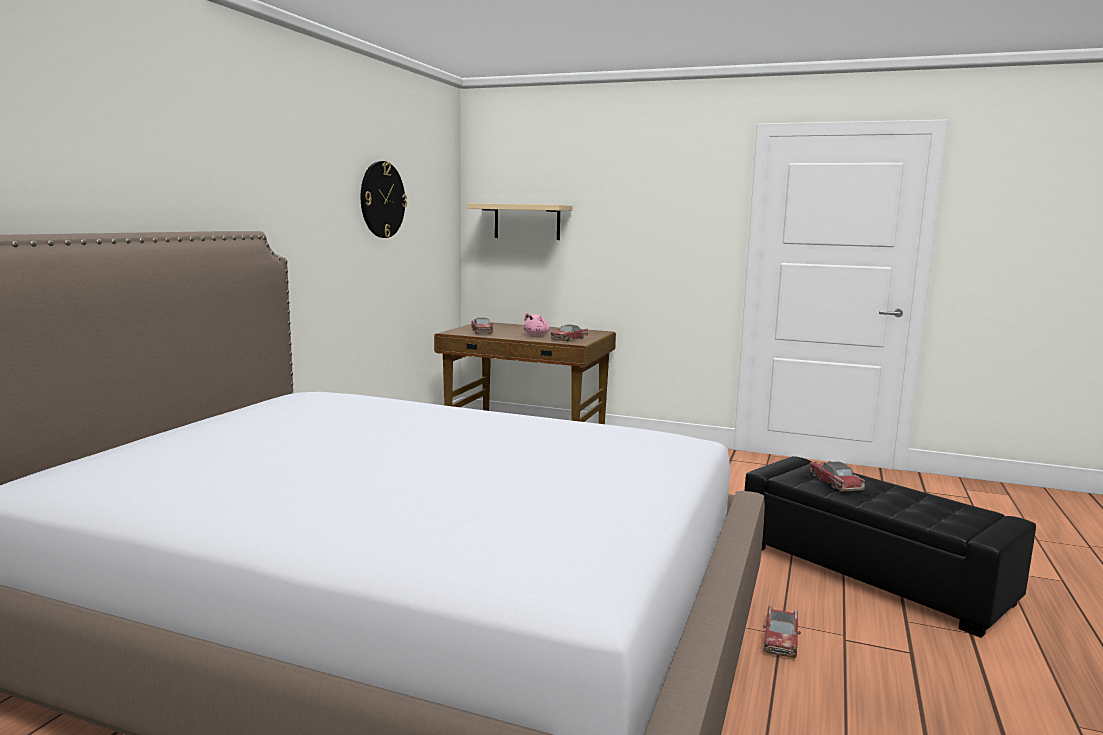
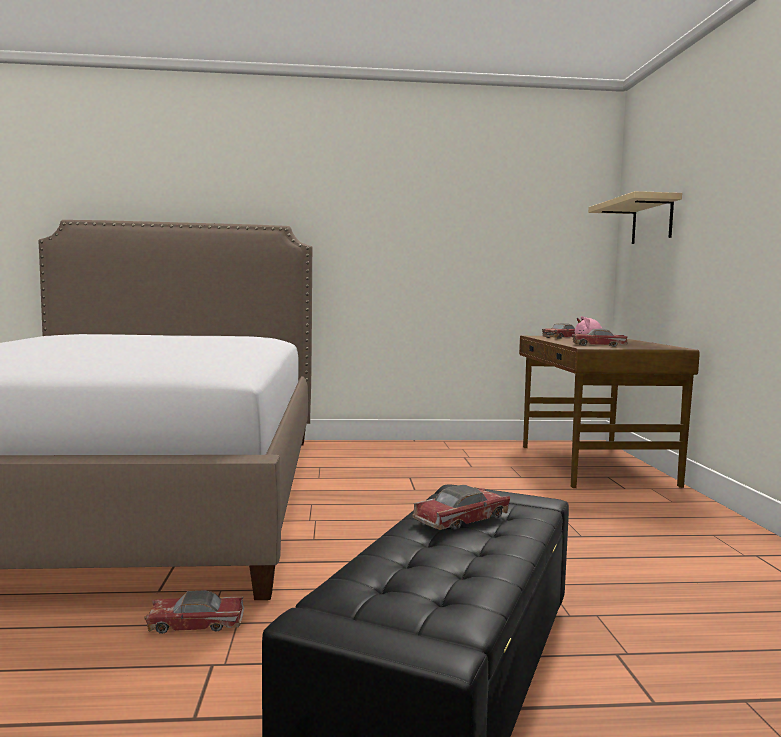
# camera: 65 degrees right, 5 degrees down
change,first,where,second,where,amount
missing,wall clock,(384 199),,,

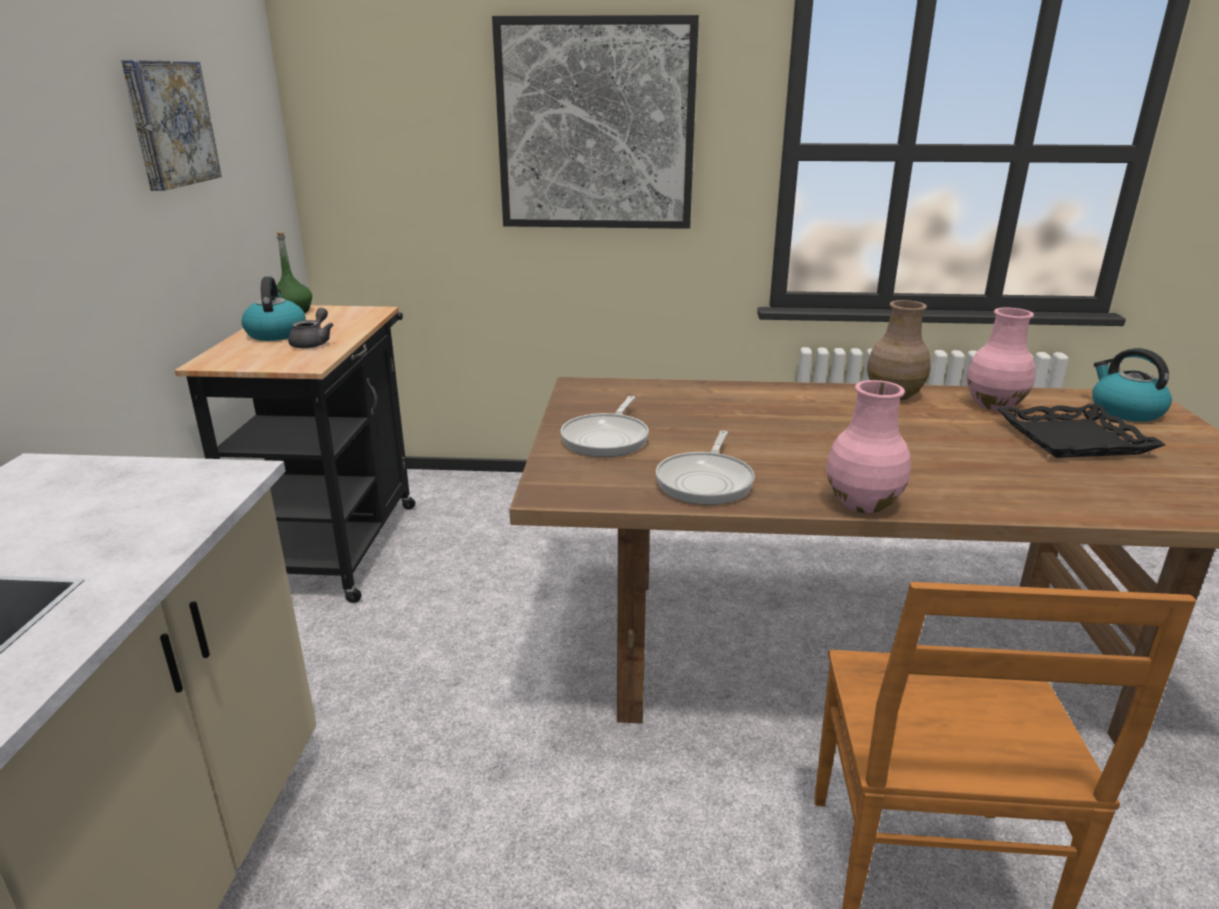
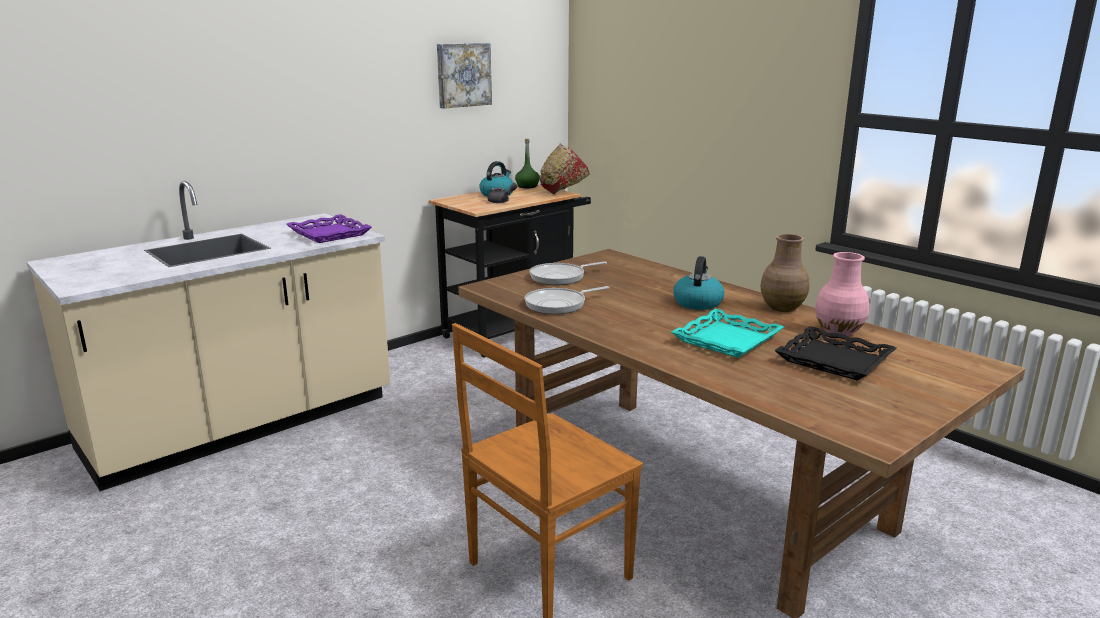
# camera: 45 degrees right, 5 degrees down
change,first,where,second,where,amount
missing,picture,(595 122),,,
missing,flower vase (pink-coloured),(868 446),,,
appeared,,,tray (purple-coloured),(329 228),
appeared,,,serving bowl (red-coloured),(565 168),
appeared,,,tray (blue-green),(727 333),
relocated,tea kettle,(1132 385),,(698 283),

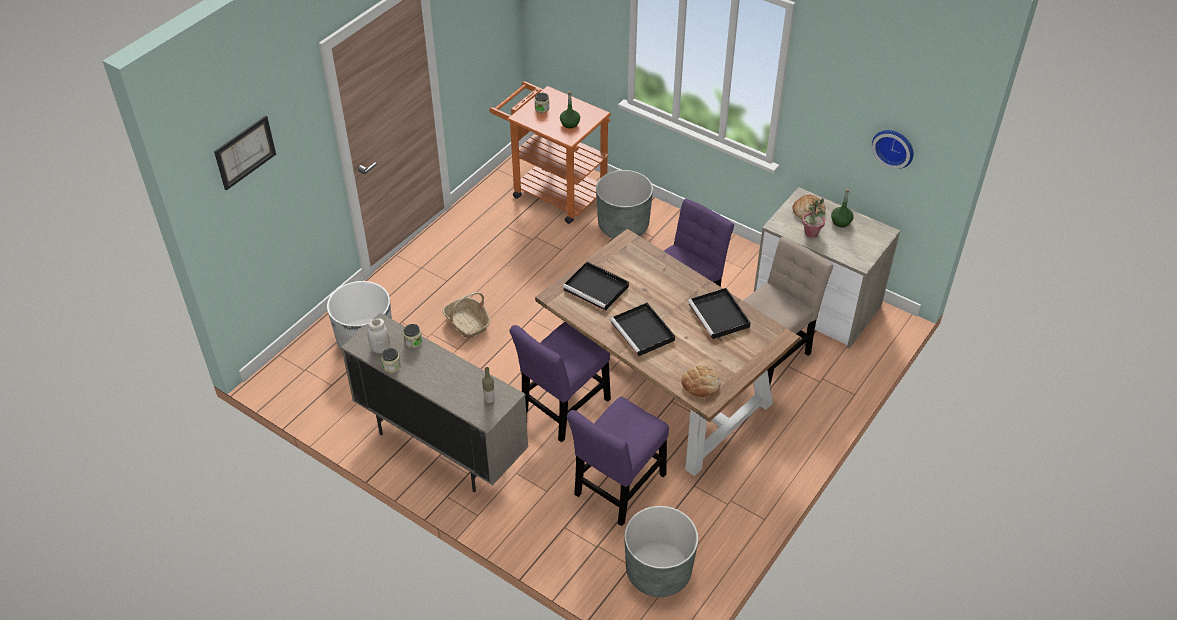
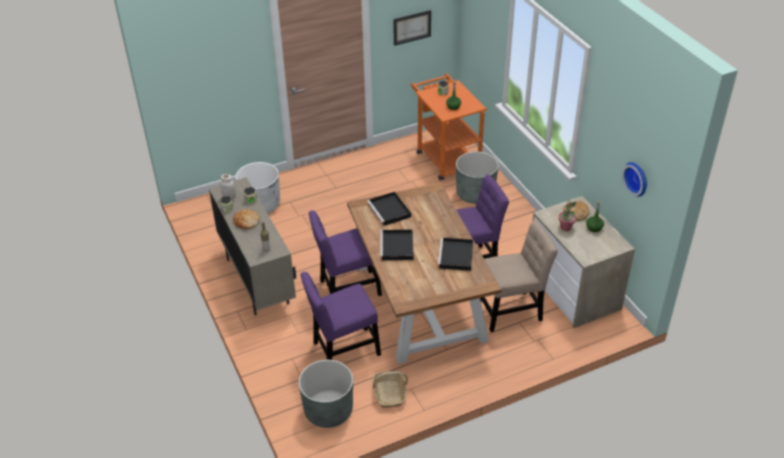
# camera: 30 degrees right, 5 degrees down
change,first,where,second,where,amount
relocated,picture,(245 153),,(412 28),
relocated,storage basket,(466 315),,(390 389),
relocated,bakery bread,(700 381),,(246 219),

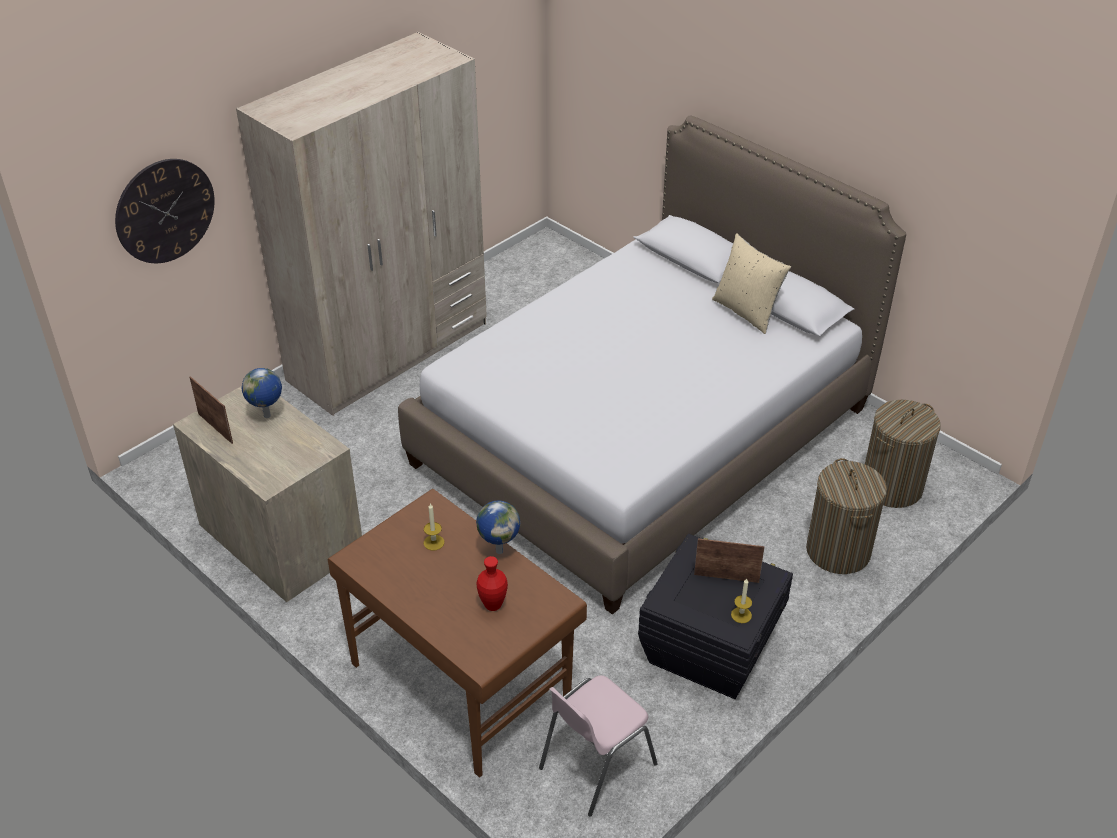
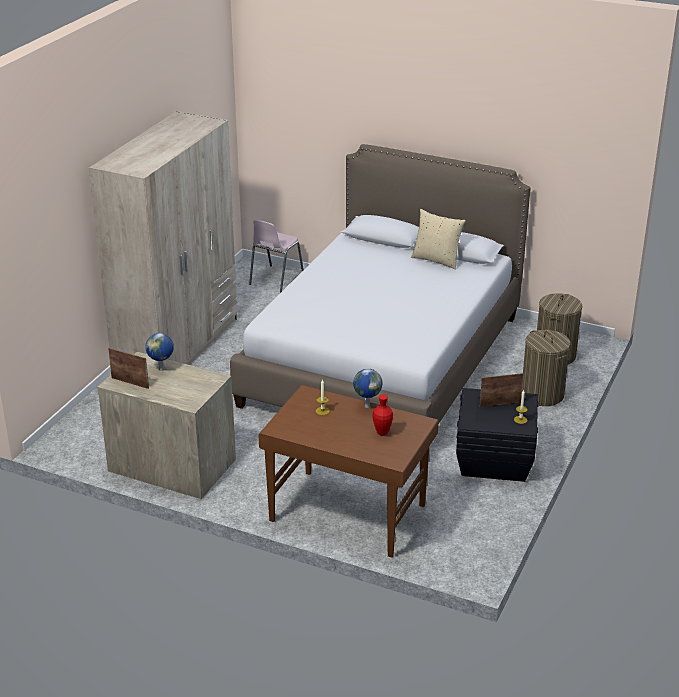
# camera: 20 degrees left, 10 degrees down
change,first,where,second,where,amount
missing,wall clock,(165 211),,,
relocated,chair (pink-coloured),(598 746),,(276 256),

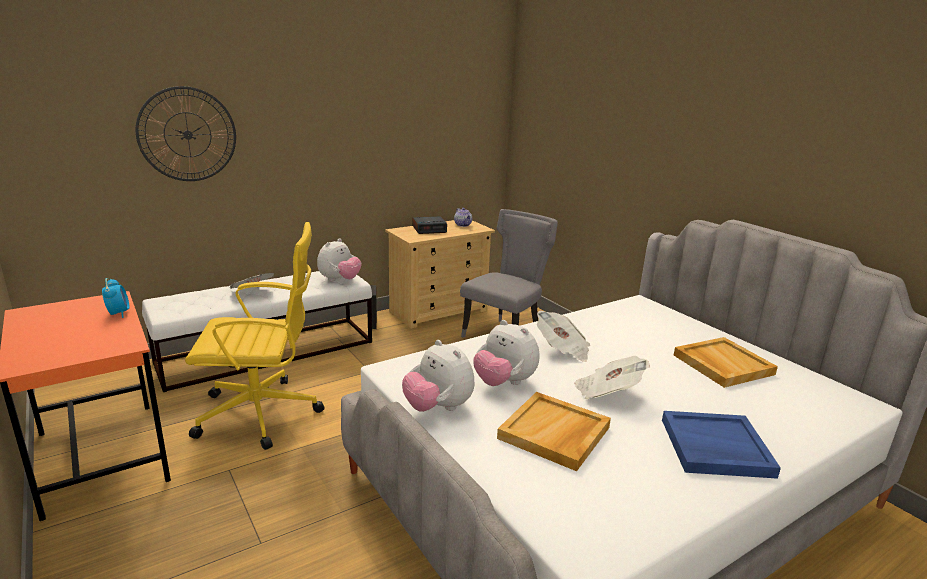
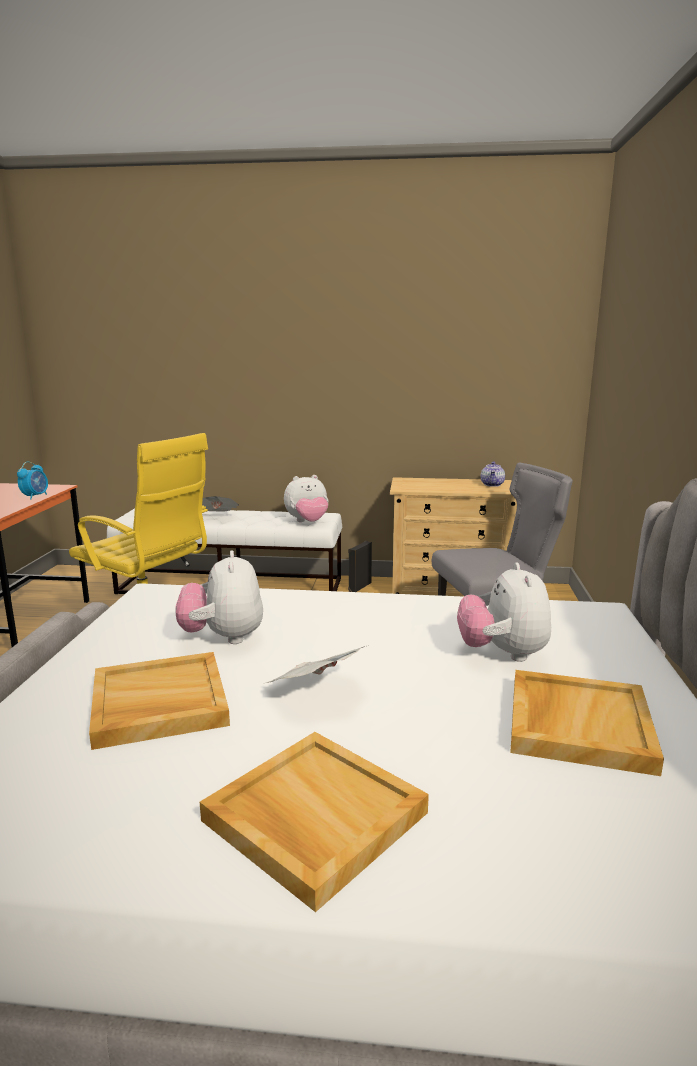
# camera: 40 degrees right, 5 degrees down
change,first,where,second,where,amount
missing,wall clock,(185 133),,,
missing,alarm clock,(429 225),,,
missing,daily paper,(563 336),,,
relocated,plush toy,(438 376),,(504 612),
colour,tray (blue),(721 445),tray (beige),(314 822),

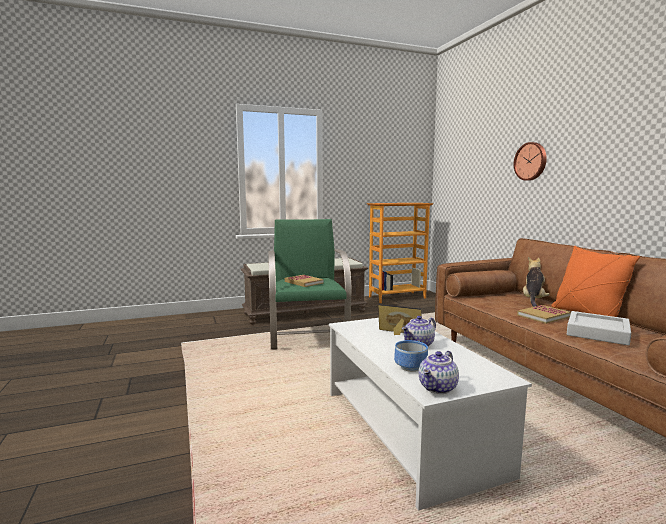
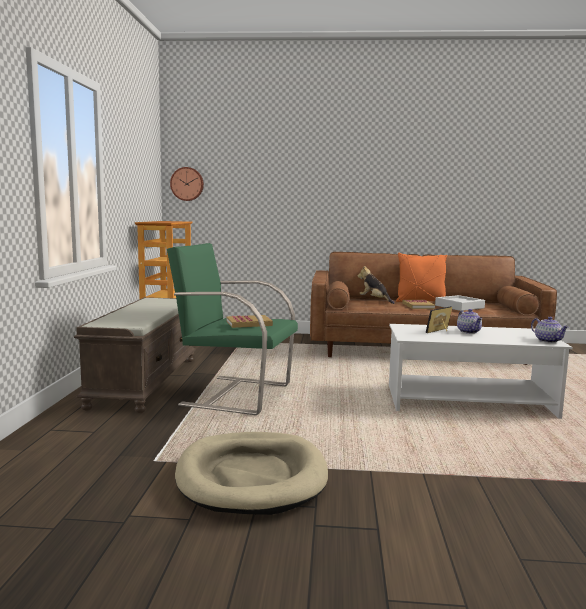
# camera: 65 degrees left, 0 degrees up
change,first,where,second,where,amount
missing,serving bowl,(411 356),,,
appeared,,,dog cushion (beige),(251 473),
relocated,wall clock,(530 161),,(187 184),

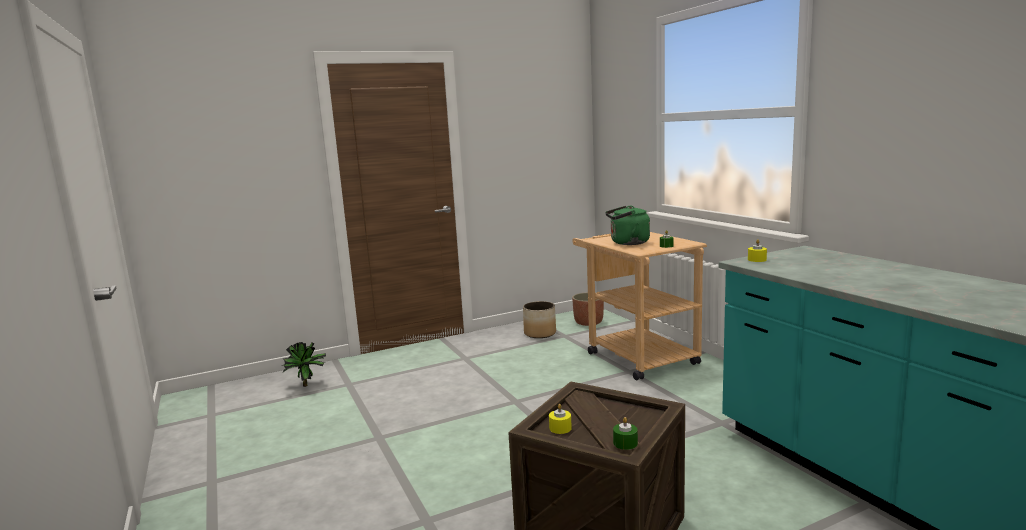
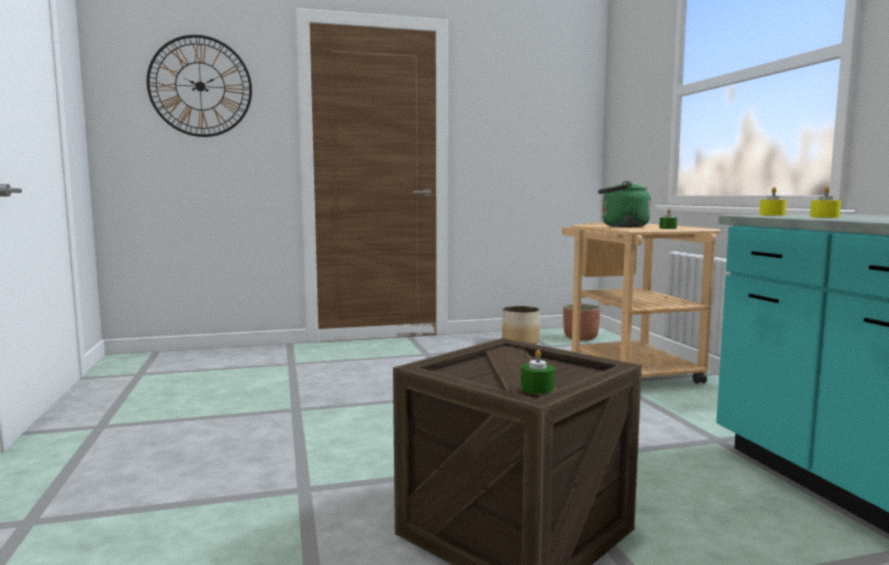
# camera: 10 degrees right, 5 degrees down
change,first,where,second,where,amount
missing,houseplant,(304 364),,,
appeared,,,wall clock,(199 86),
relocated,candle (yellow),(560 419),,(825 202),

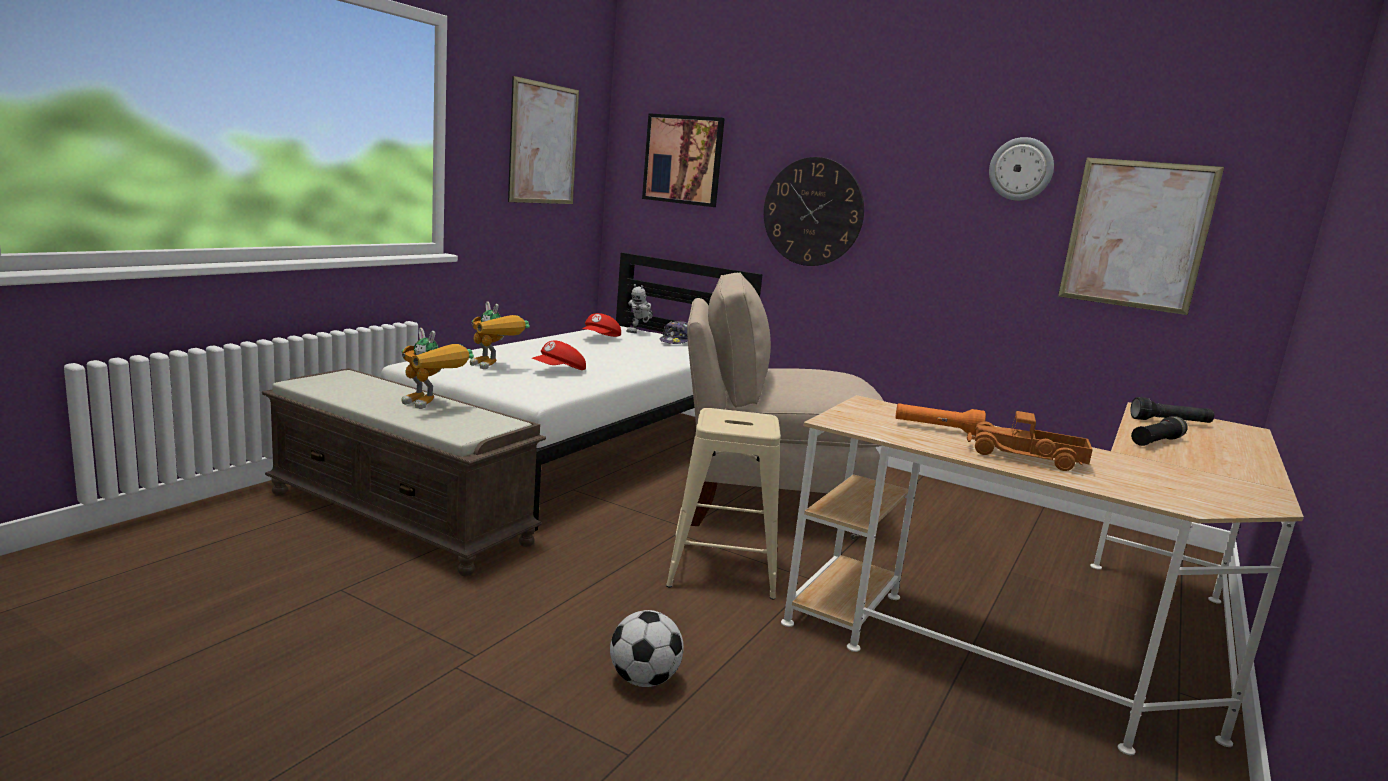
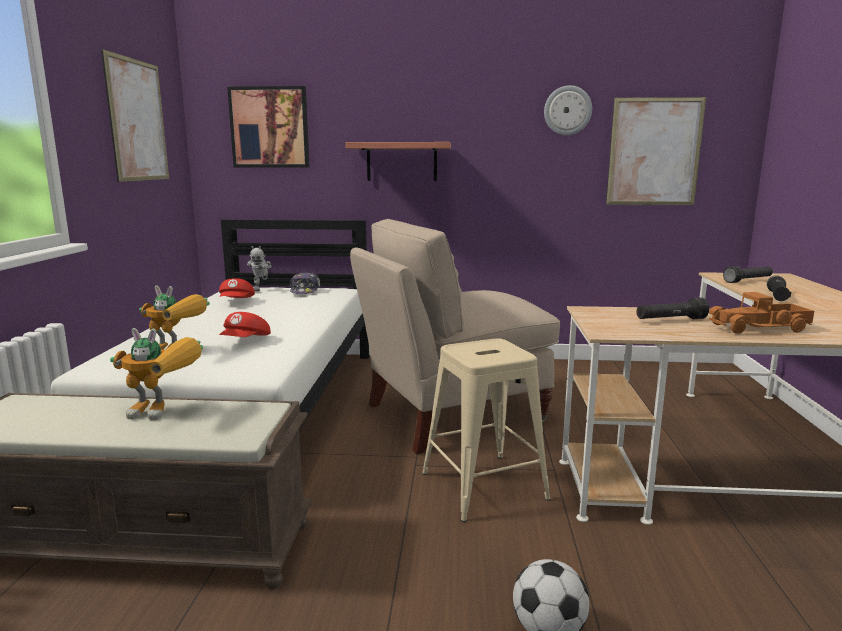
# camera: 25 degrees left, 0 degrees up
change,first,where,second,where,amount
exchanged,wall clock,(814 211),bracket shelf,(398 161),
colour,torch (orange-coloured),(940 419),torch (blackish),(672 308),

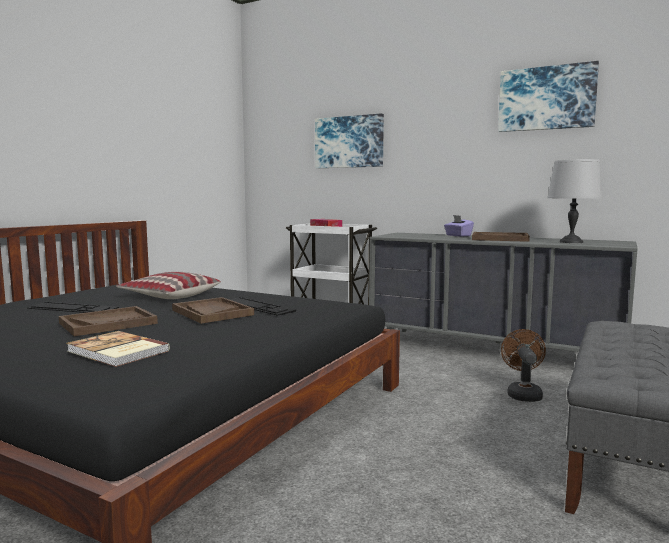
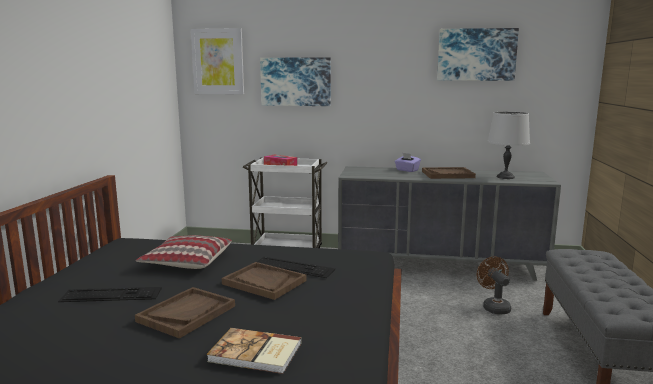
# camera: 20 degrees left, 5 degrees up
change,first,where,second,where,amount
appeared,,,picture,(217 61),

